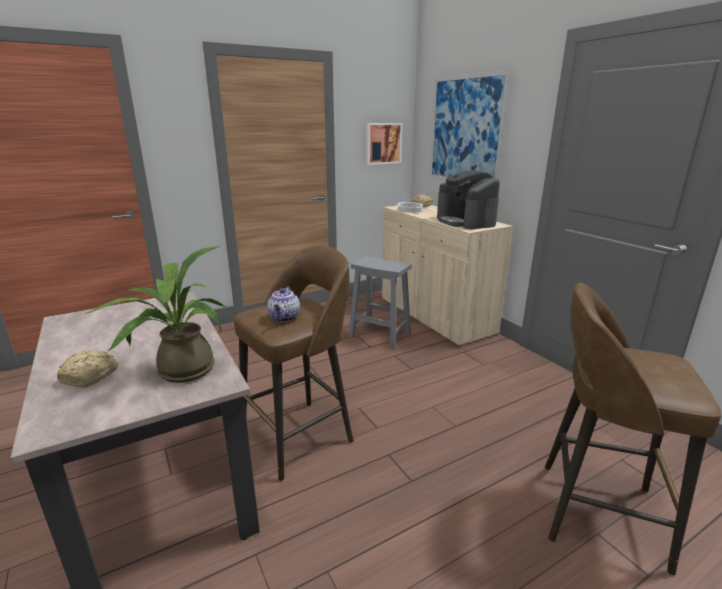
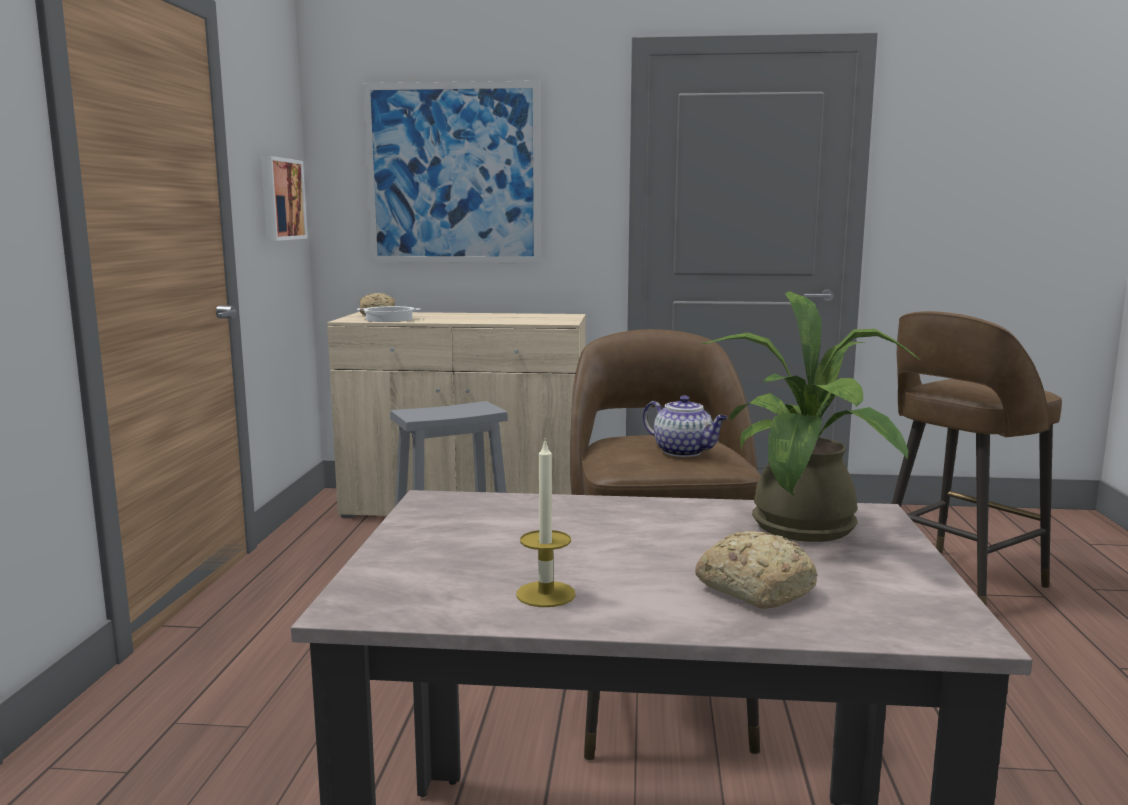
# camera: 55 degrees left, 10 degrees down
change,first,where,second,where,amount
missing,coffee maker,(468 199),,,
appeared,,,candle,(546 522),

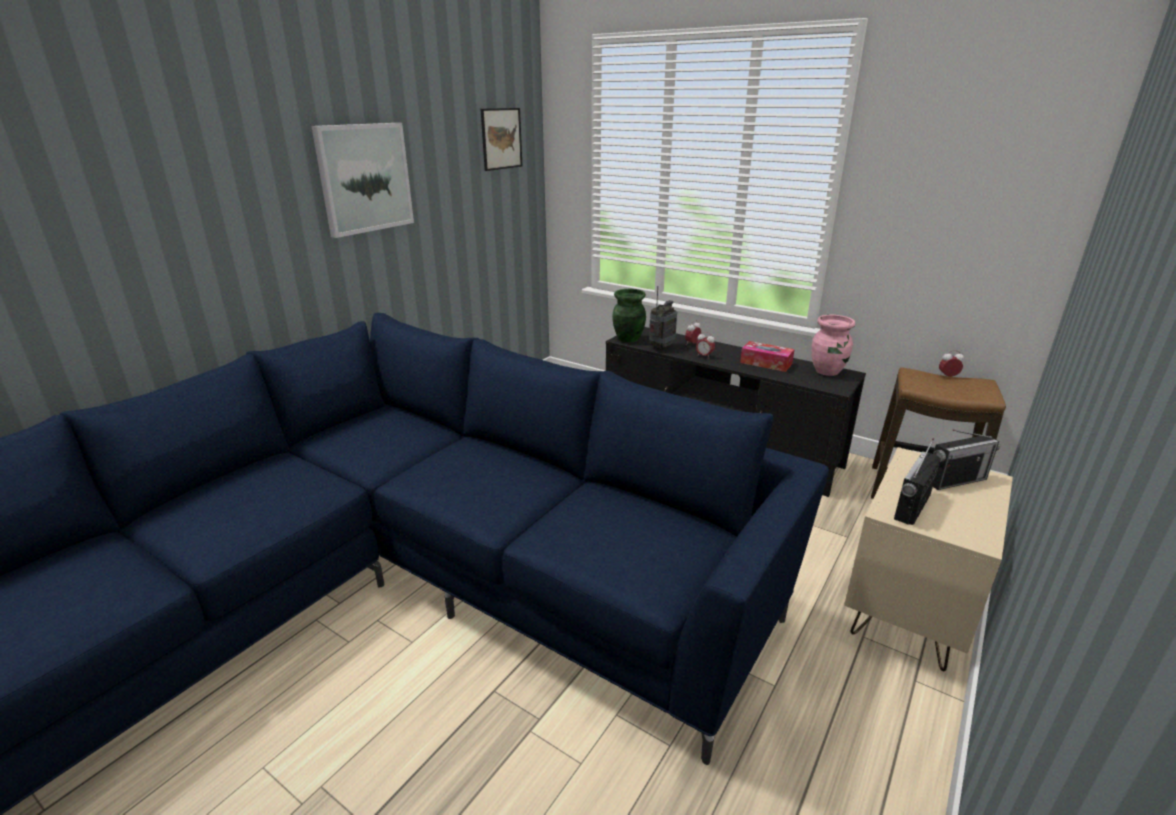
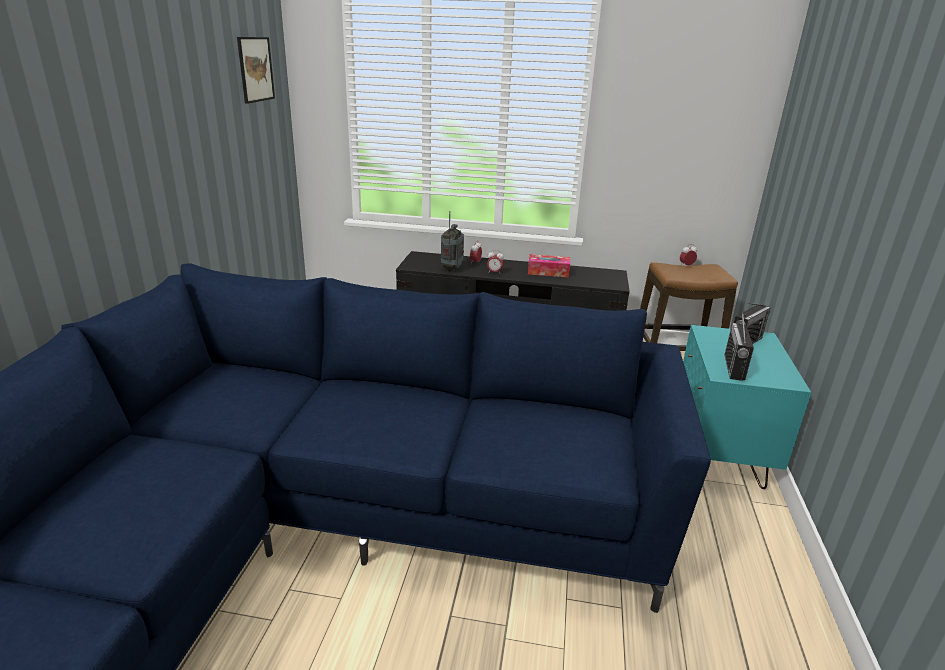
# camera: 25 degrees left, 0 degrees up
change,first,where,second,where,amount
missing,picture,(362 180),,,
missing,flower vase (greenish),(629 315),,,
missing,flower vase (pink-coloured),(833 345),,,
colour,bedside table (beige),(928 559),bedside table (blue-green),(747 407),

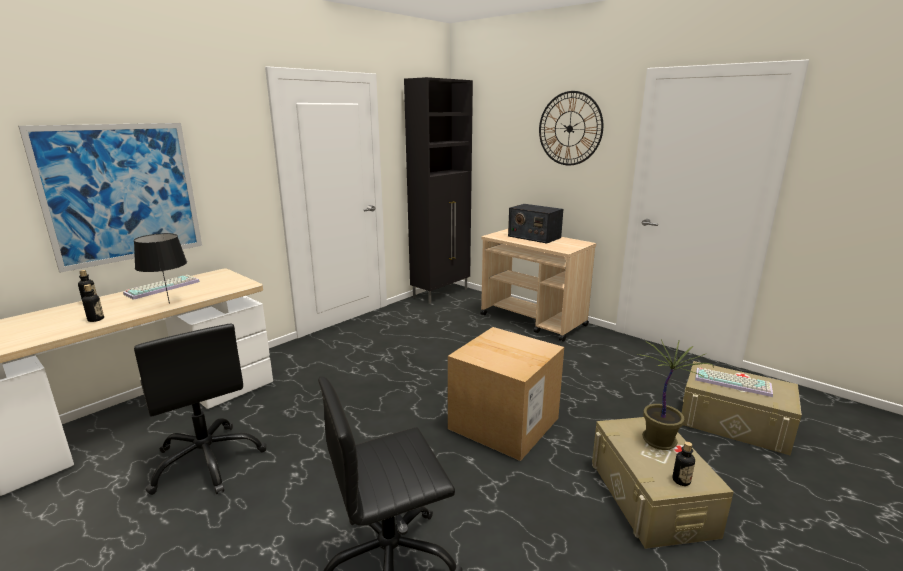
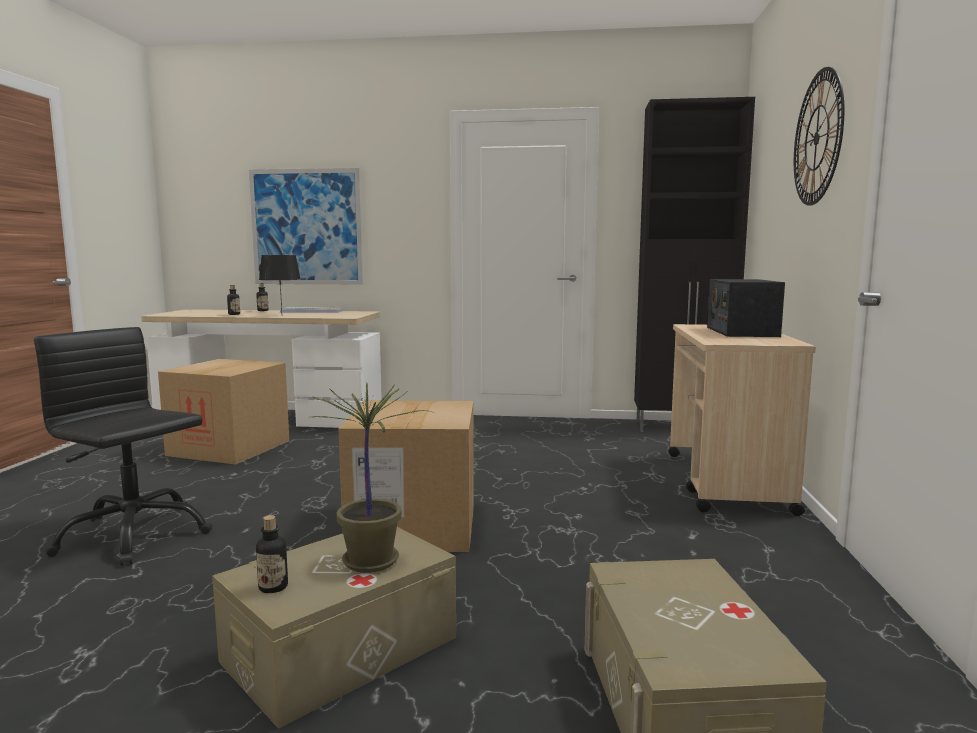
# camera: 55 degrees right, 10 degrees down
change,first,where,second,where,amount
missing,PC keyboard,(734 382),,,
exchanged,computer chair (blackish),(200 409),cardboard box,(223 412),

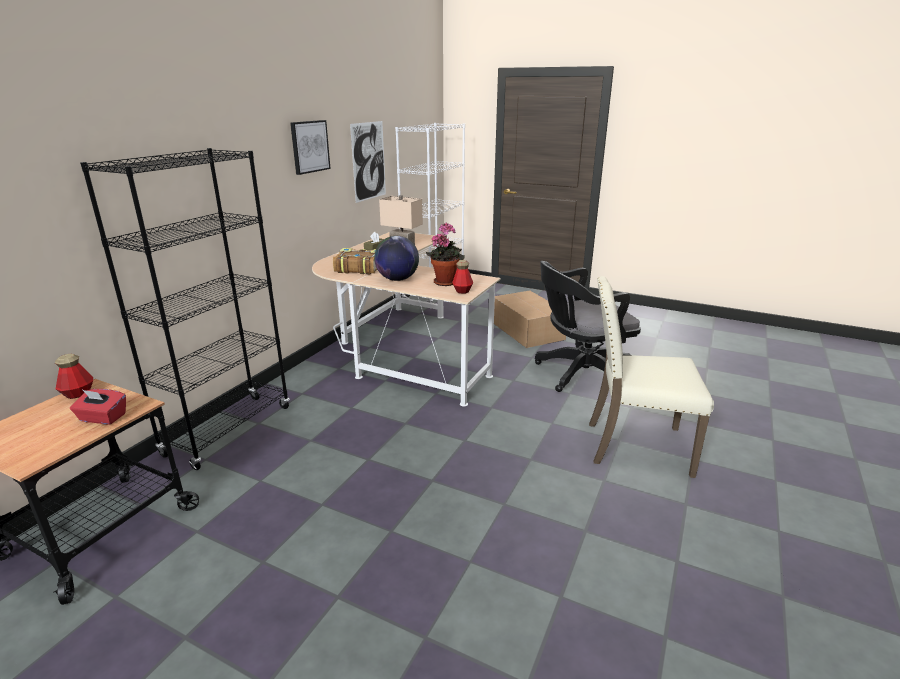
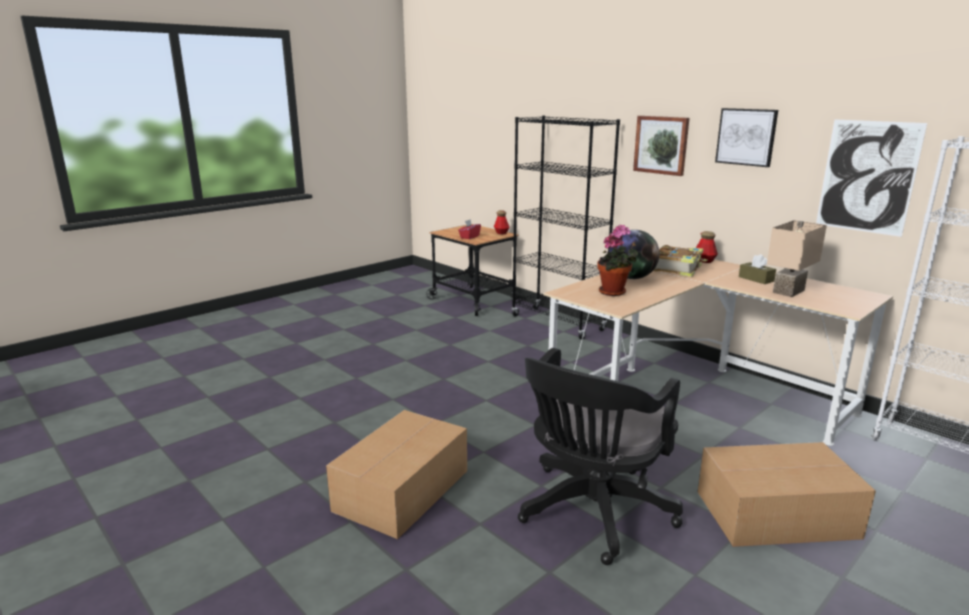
# camera: 110 degrees right, 5 degrees down
change,first,where,second,where,amount
appeared,,,picture,(661 146),
relocated,drink bottle,(463 277),,(707 247),
exchanged,chair (beige),(651 377),cardboard box,(396 475),
spun,computer chair (blackish),(588 326),,(600 456),150 degrees counterclockwise

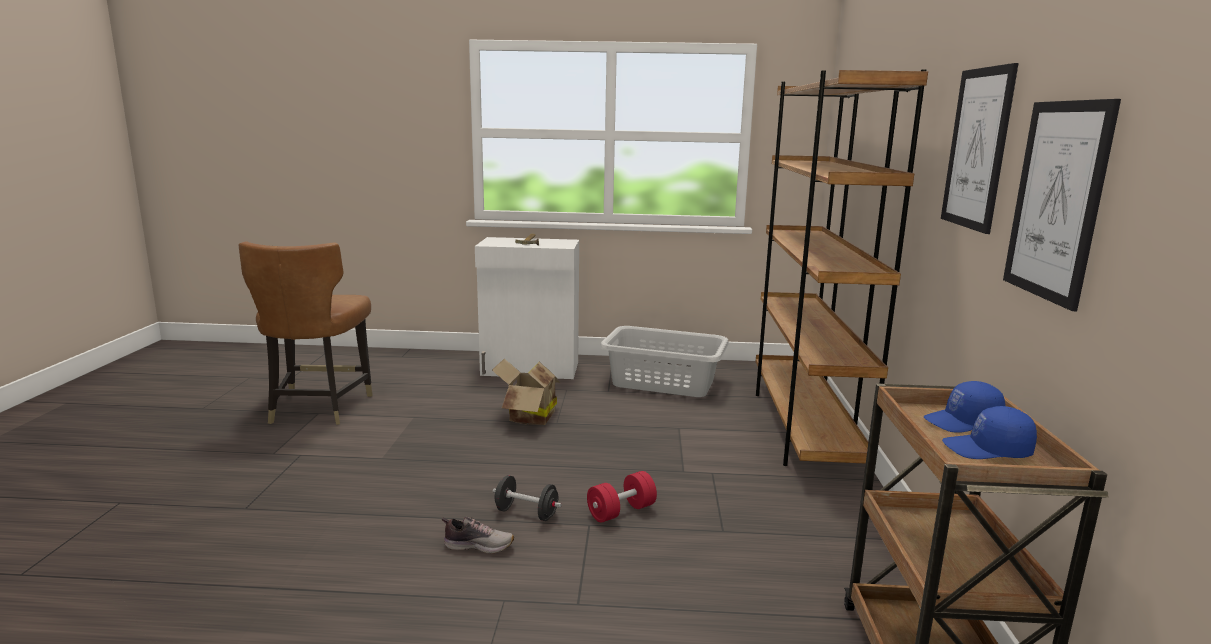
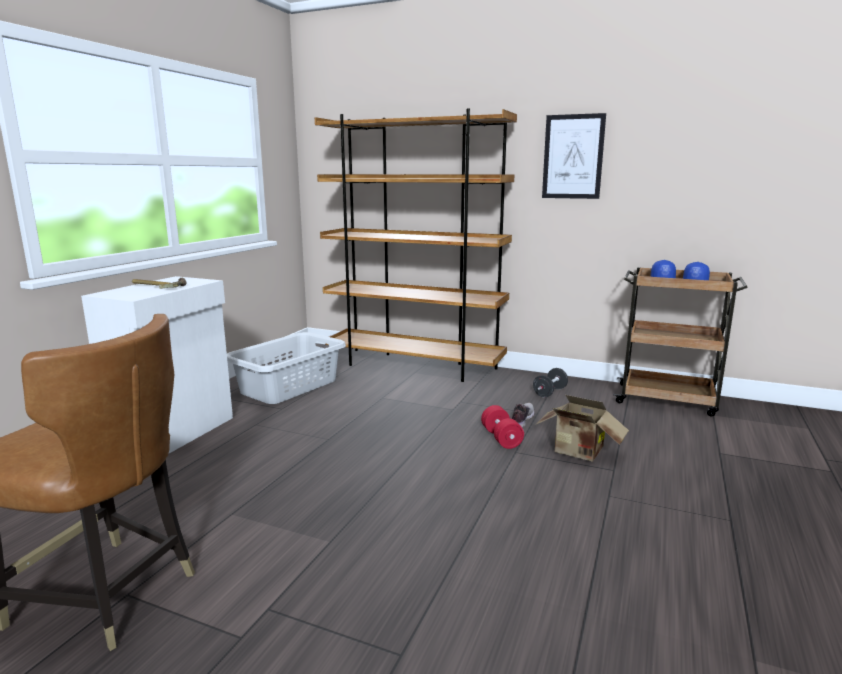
# camera: 70 degrees left, 0 degrees up
change,first,where,second,where,amount
missing,picture,(1062 205),,,
relocated,item of footwear,(478 535),,(523 415),
relocated,cardboard box,(526 392),,(582 428),
relocated,free weight (blackish),(527 498),,(550 382),

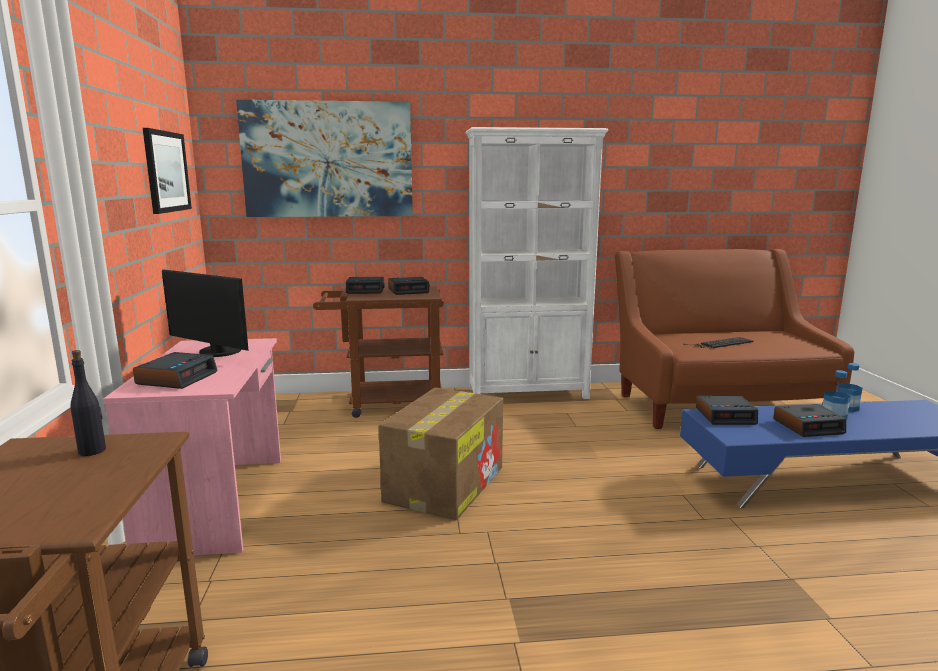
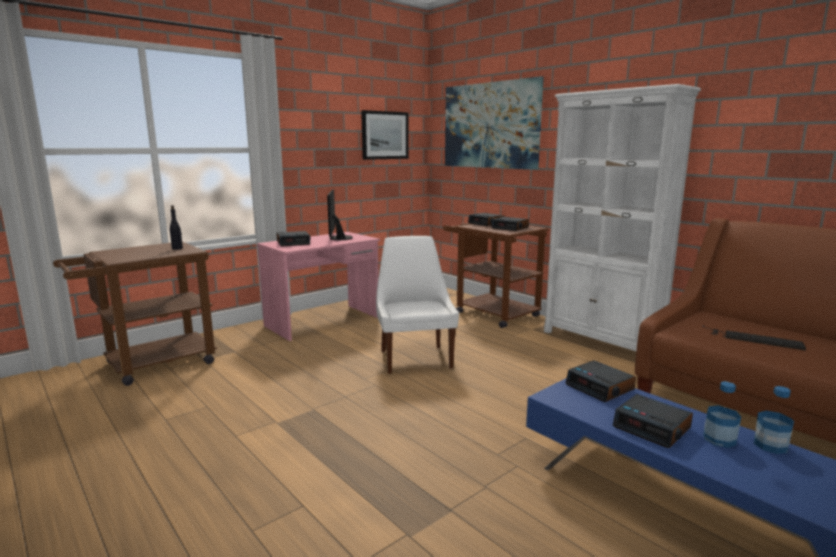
# camera: 55 degrees right, 0 degrees up
change,first,where,second,where,amount
exchanged,cardboard box,(440 453),chair (whitish),(417 305),

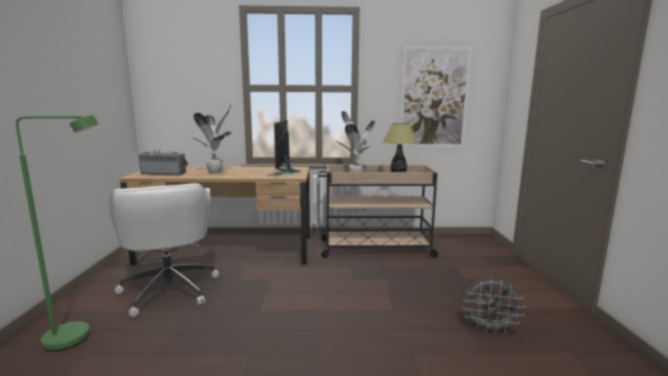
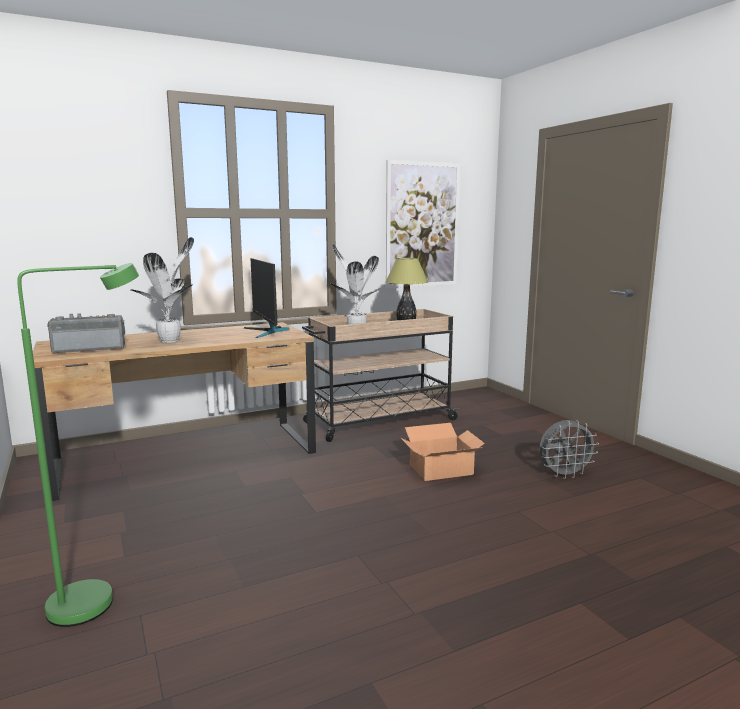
# camera: 25 degrees left, 0 degrees up
change,first,where,second,where,amount
missing,computer chair (whitish),(163 250),,,
appeared,,,cardboard box,(442 452),

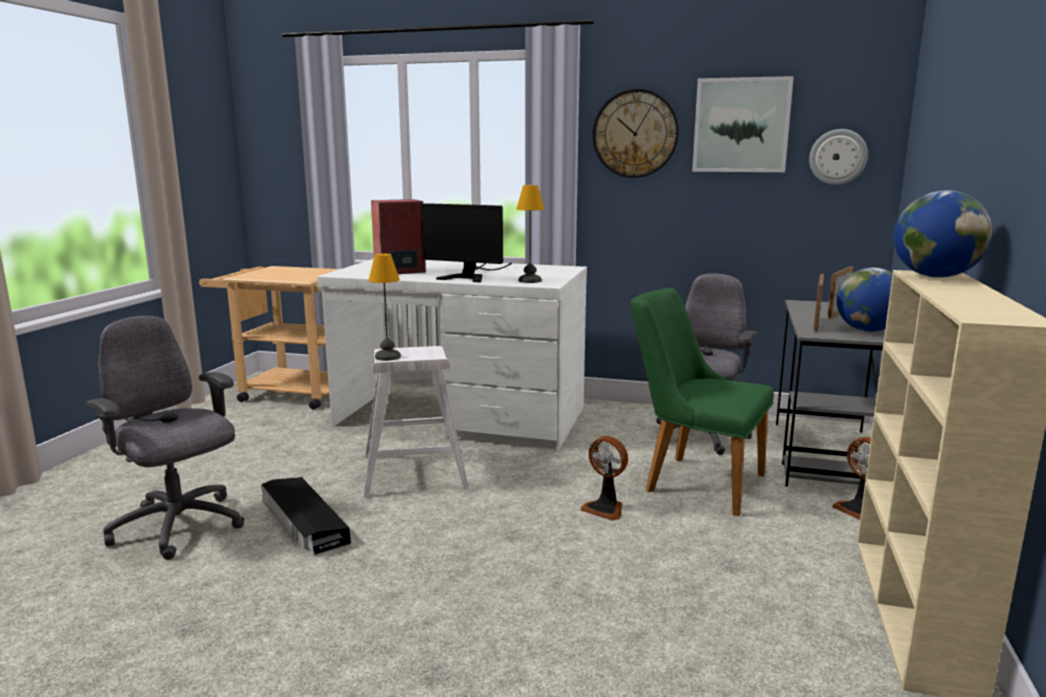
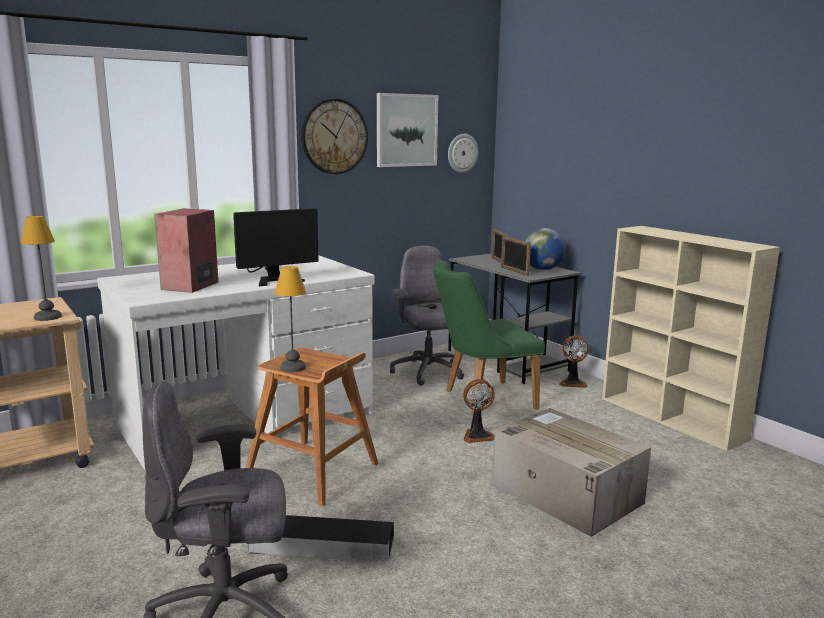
# camera: 50 degrees left, 0 degrees up
change,first,where,second,where,amount
missing,globe,(943 234),,,
appeared,,,cardboard box,(571 472),
relocated,lamp for a table,(530 234),,(41 268),
colour,stool seat (whitish),(416 422),stool seat (brown-coloured),(312 427),

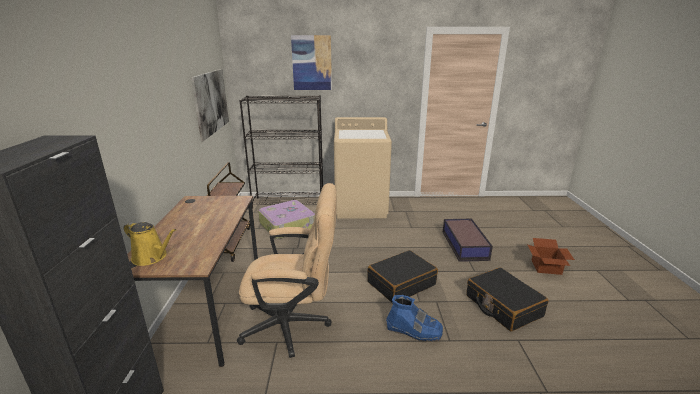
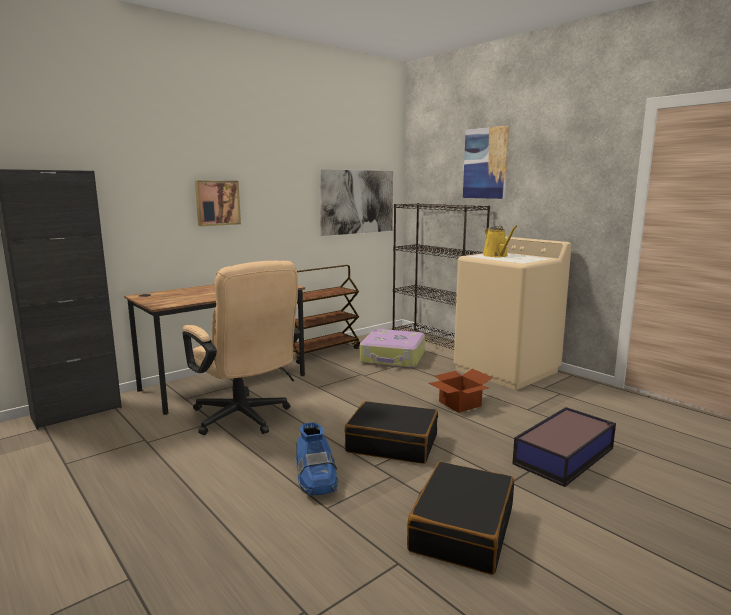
# camera: 50 degrees right, 10 degrees down
change,first,where,second,where,amount
appeared,,,picture,(218 203),
relocated,watering can (yellow),(150 244),,(500 241),
relocated,cardboard box,(551 256),,(461 391),

